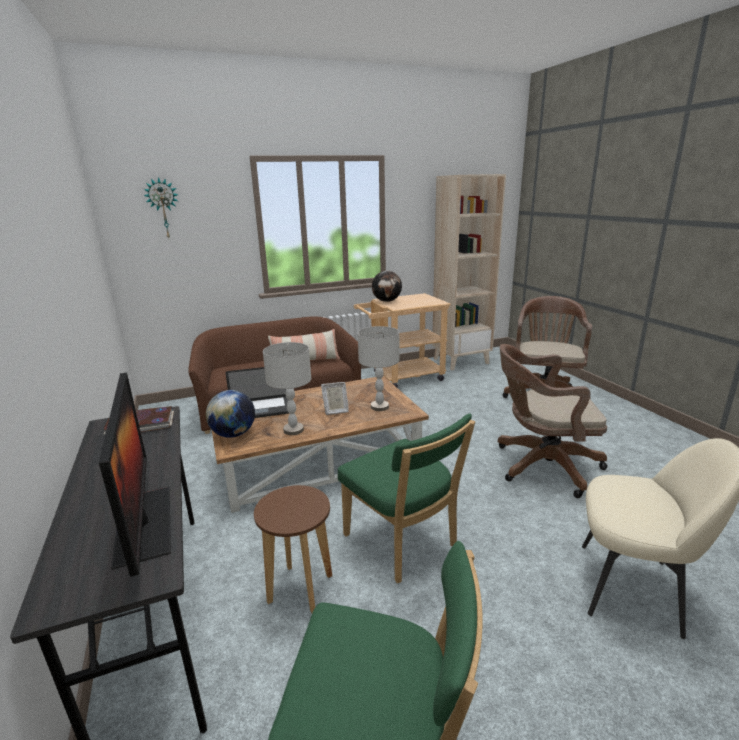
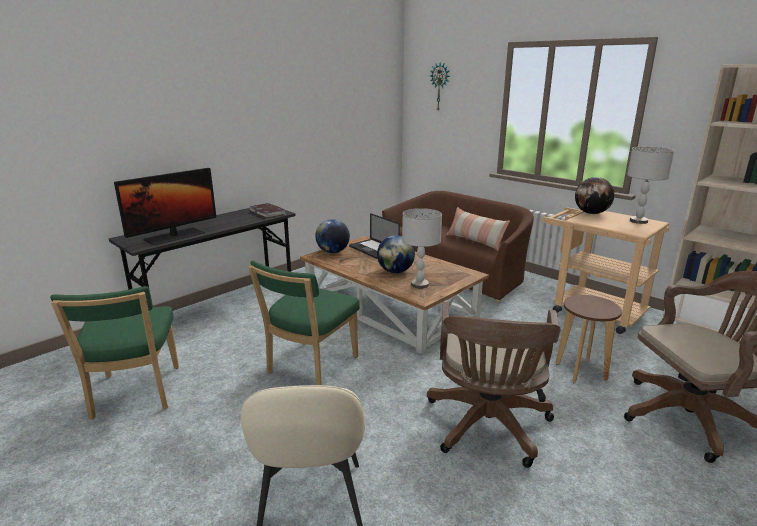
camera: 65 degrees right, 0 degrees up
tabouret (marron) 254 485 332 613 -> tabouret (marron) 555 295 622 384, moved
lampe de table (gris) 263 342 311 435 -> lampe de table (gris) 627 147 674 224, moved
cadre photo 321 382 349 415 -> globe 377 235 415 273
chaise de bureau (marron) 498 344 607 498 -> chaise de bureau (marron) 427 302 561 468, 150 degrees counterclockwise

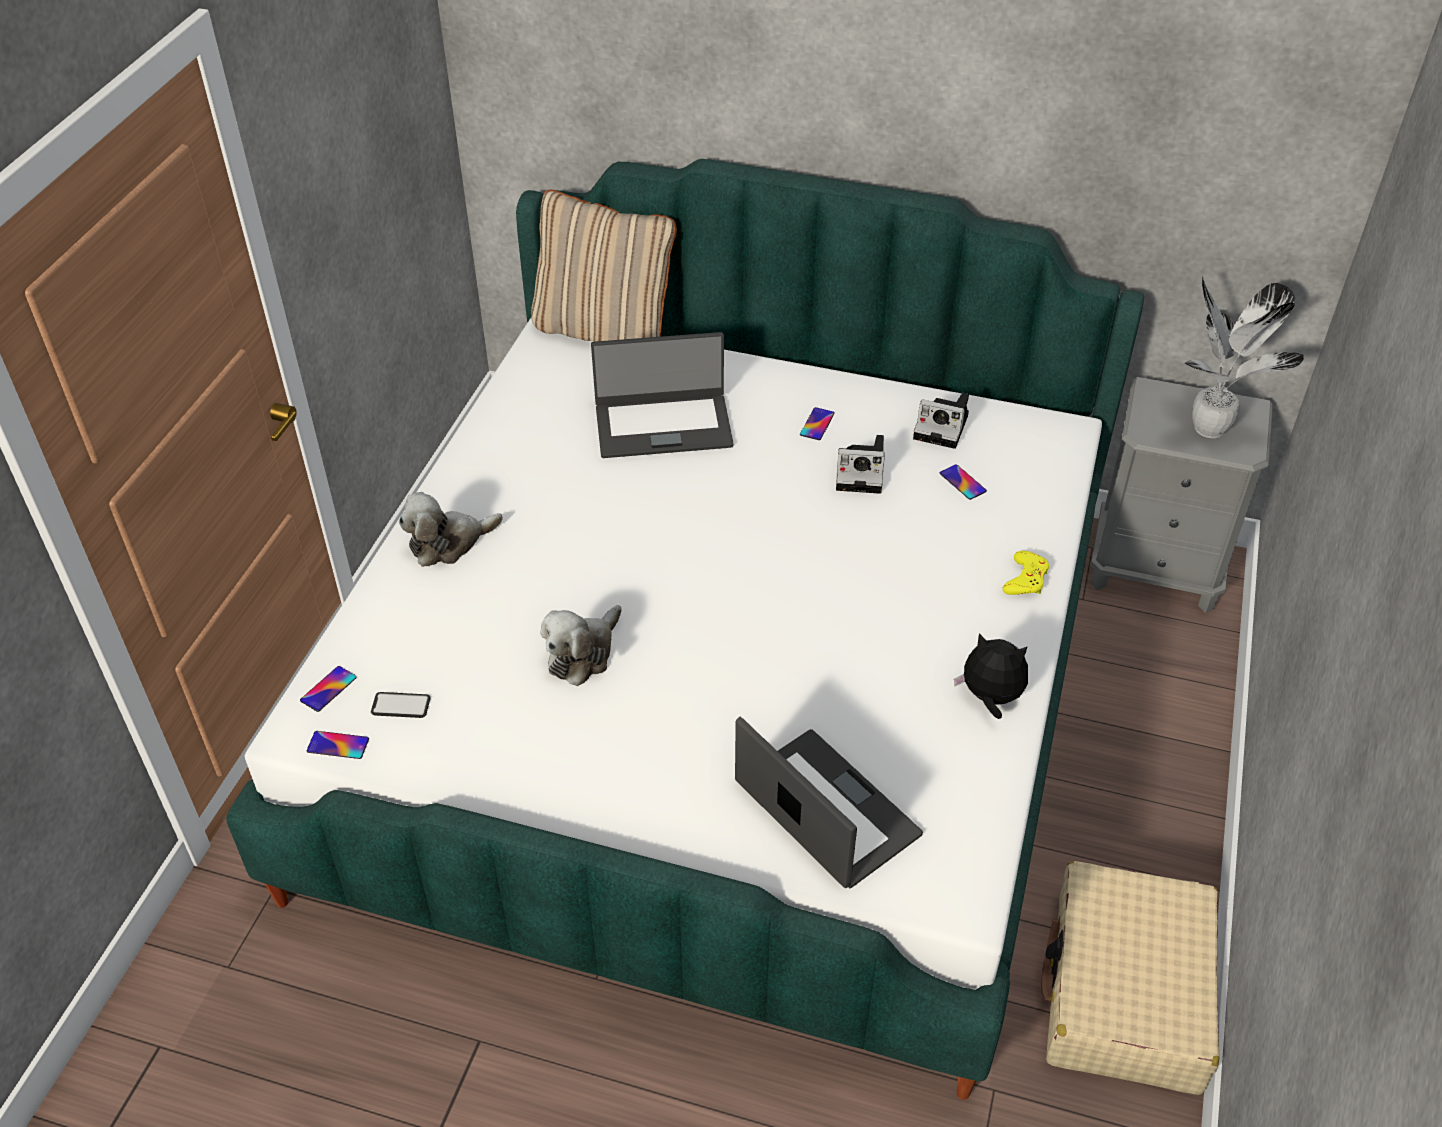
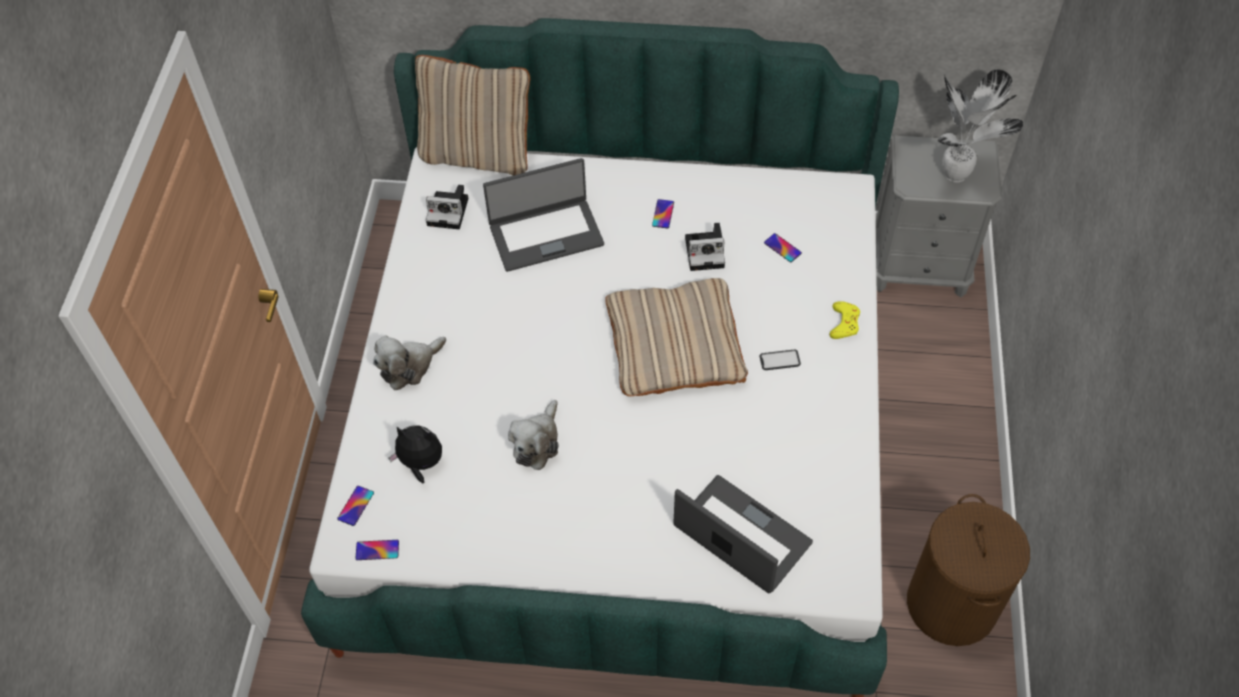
camera: 10 degrees left, 10 degrees up
téléphone 371 692 431 718 -> téléphone 759 350 801 370, moved
appareil photo 913 393 969 449 -> appareil photo 426 185 468 229, moved
peluche 954 633 1028 719 -> peluche 388 426 442 484, moved
valise (beige) 1041 861 1220 1095 -> panier à linge (marron) 907 494 1030 646
none -> coussin (beige) 605 278 748 396

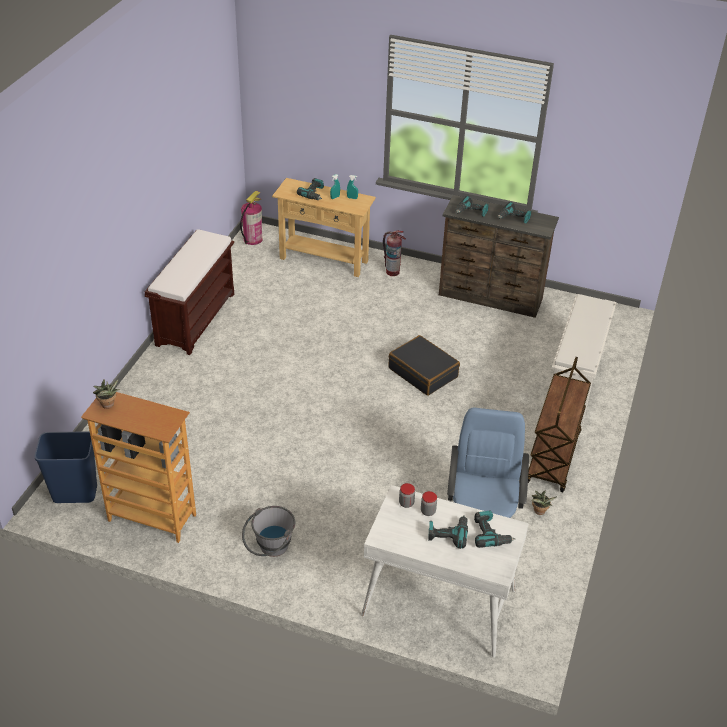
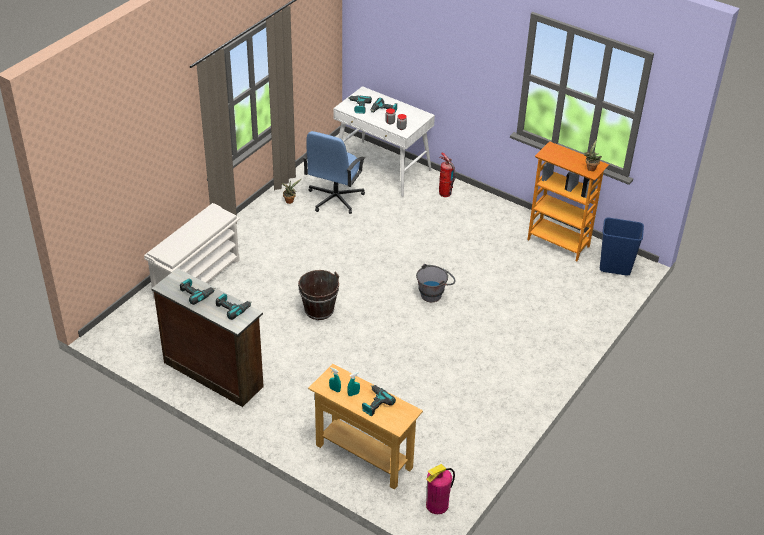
camera: 165 degrees left, 0 degrees up
banc (marron) 145 229 234 355 -> none
seau (gris) 242 506 295 557 -> seau (gris) 416 264 456 302, moved
extincteur 383 230 406 276 -> extincteur 439 153 455 197, moved
valise (noir) 388 335 460 396 -> seau (marron) 298 270 339 320
chariot (marron) 528 357 591 492 -> none

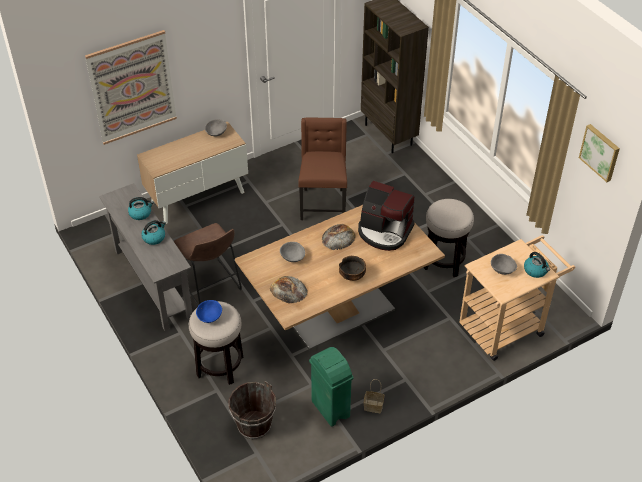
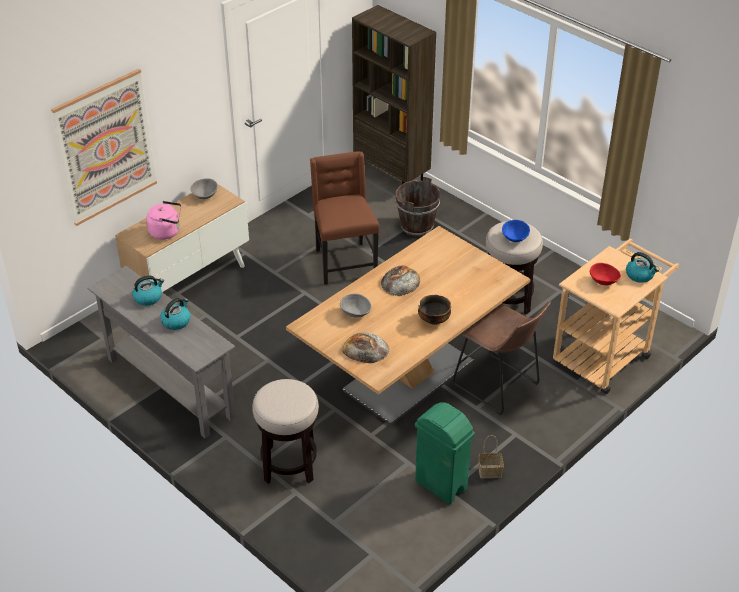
camera: 15 degrees left, 5 degrees down
tabouret (marron) 174 223 242 306 -> tabouret (marron) 453 301 551 415, moved
bol (bleu) 196 300 222 323 -> bol (bleu) 502 220 530 242, moved
seau (marron) 229 381 276 439 -> seau (marron) 395 176 441 237, moved
machine à café 358 181 415 251 -> none
bol (gris) 491 254 517 275 -> bol (rouge) 590 263 621 285
tableau 579 124 620 182 -> none
none -> bouilloire (rose) 146 201 181 240

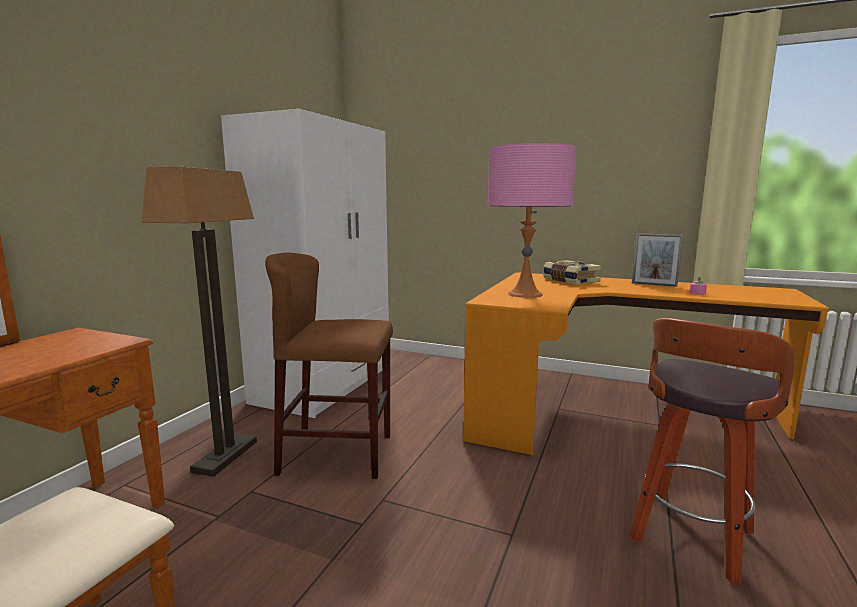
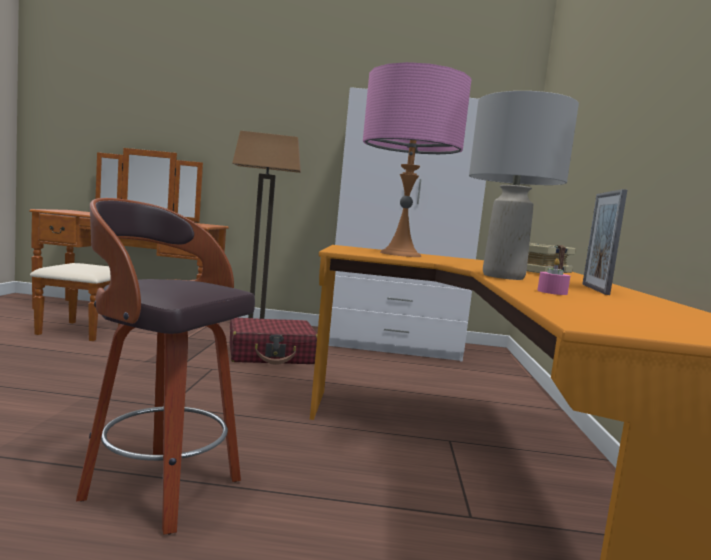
camera: 70 degrees right, 5 degrees down
tabouret (marron) 265 253 393 479 -> valise (rouge) 230 317 317 365
none -> lampe de table (gris) 469 91 579 280

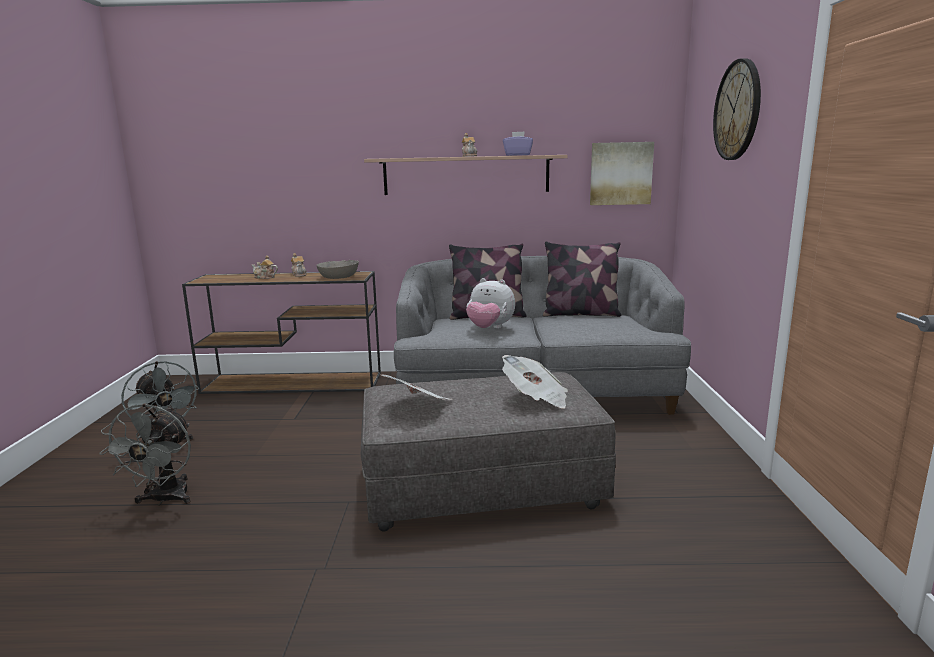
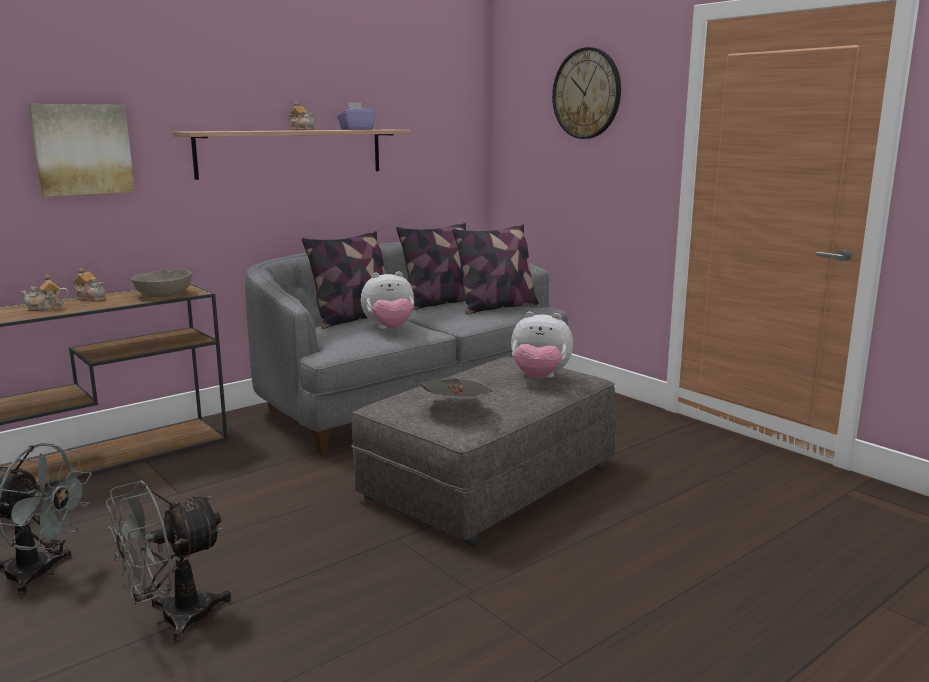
camera: 40 degrees left, 0 degrees up
ventilateur (gris) 99 404 191 506 -> ventilateur (gris) 106 480 231 642, 90 degrees clockwise
journal 502 355 568 408 -> peluche 511 312 573 379
tableau 590 142 654 205 -> tableau 29 104 135 197, moved
none -> coussin 452 224 539 314

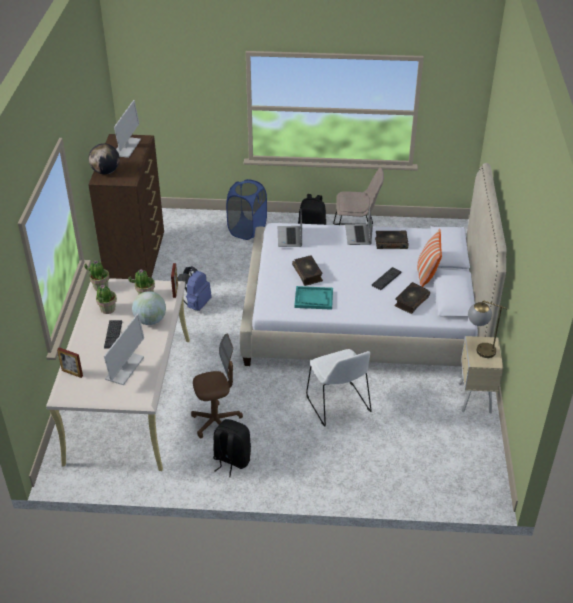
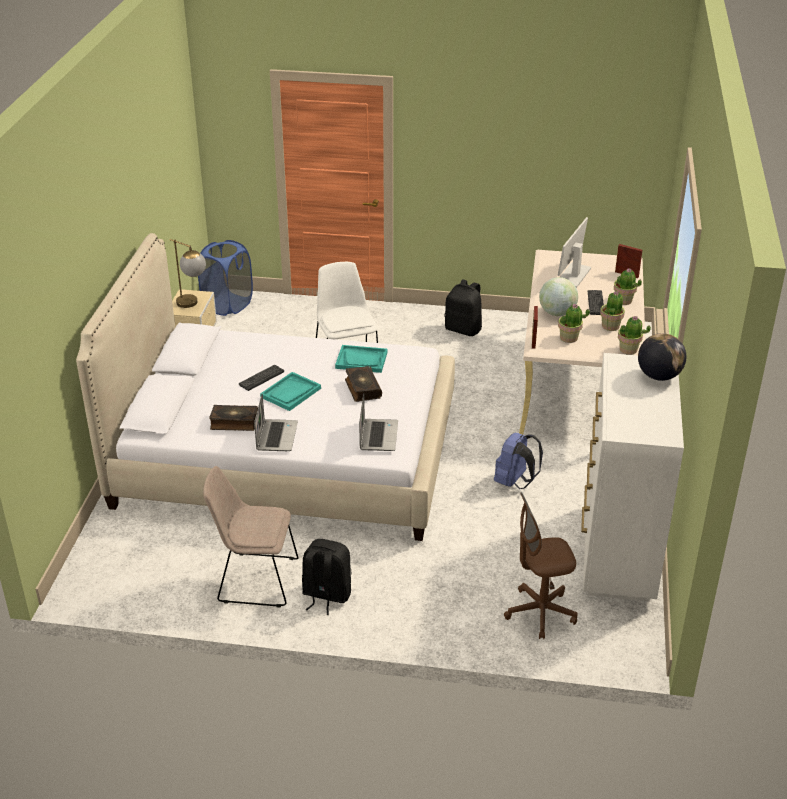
camera: 175 degrees left, 5 degrees down
commode (marron) 88 134 164 279 -> commode (blanc) 581 353 684 602
écran d'ordinateur 114 100 141 158 -> none
chaise de bureau (marron) 191 334 243 439 -> chaise de bureau (marron) 504 493 578 639, moved
panier à linge (bleu) 226 179 267 240 -> panier à linge (bleu) 198 240 253 316, moved
livre 394 282 430 314 -> none
coussin 417 229 442 287 -> none
none -> plateau (turquoise) 260 372 321 411
none -> plante en pot 614 268 642 305

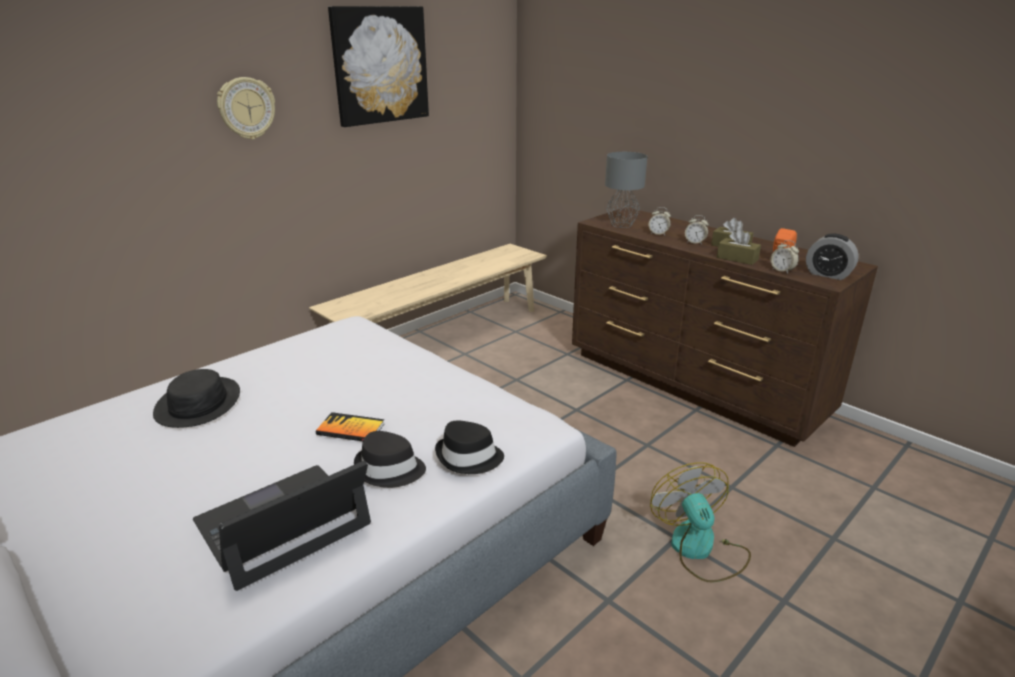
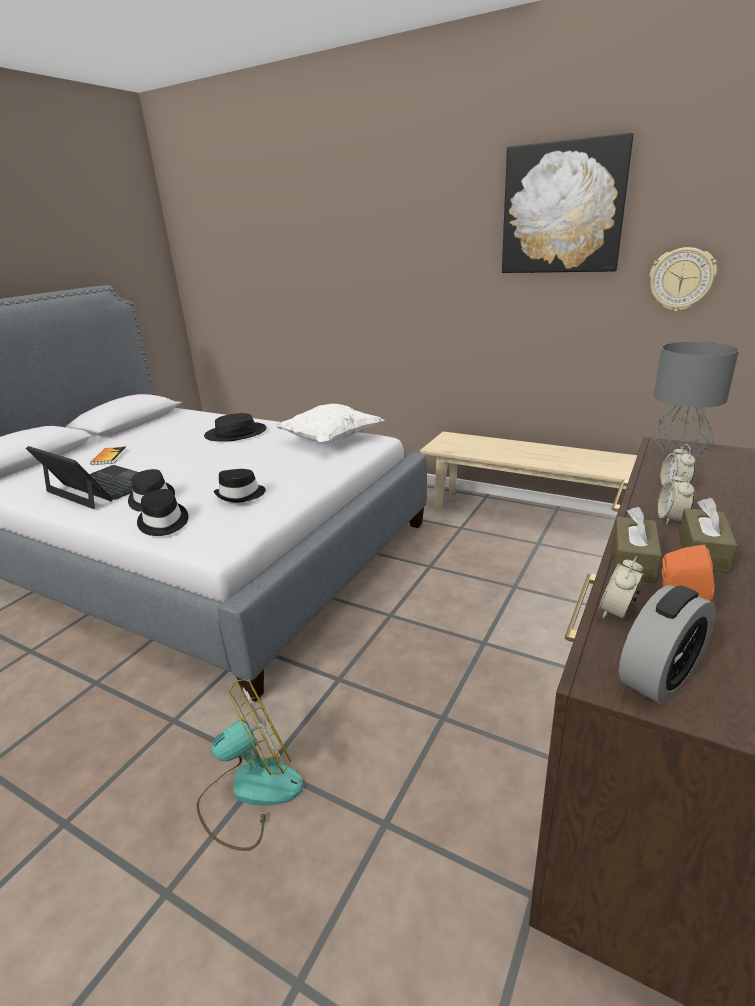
camera: 75 degrees right, 0 degrees up
horloge murale 217 77 275 140 -> horloge murale 649 247 717 311, moved
livre 316 412 384 441 -> livre 90 446 127 465, moved
réveil 806 234 859 280 -> réveil 619 585 715 705, 150 degrees counterclockwise
none -> chapeau (noir) 214 469 266 503
none -> coussin (blanc) 275 404 384 444

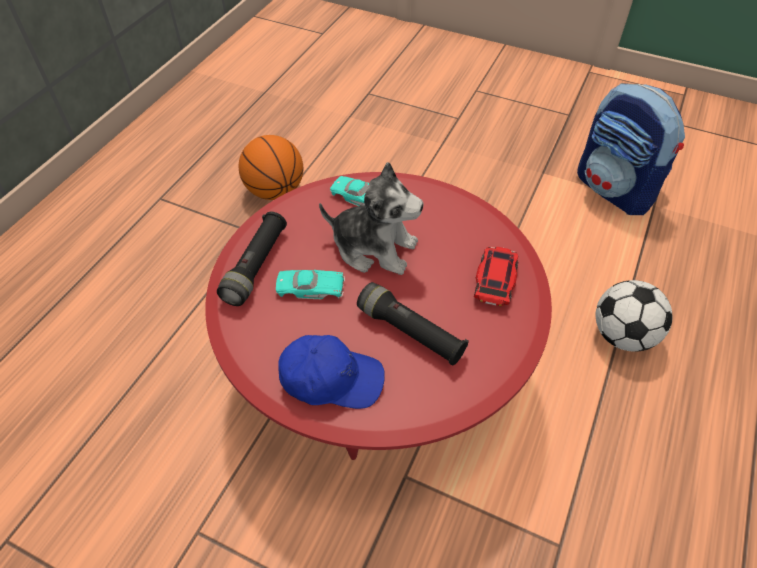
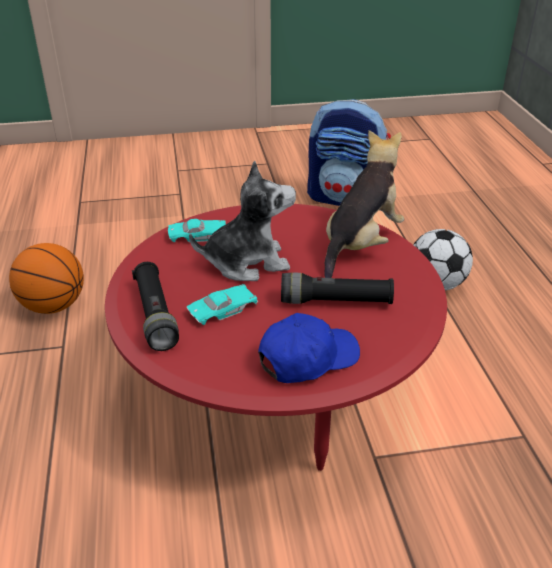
camera: 35 degrees left, 15 degrees down
petite voiture 474 247 518 306 -> peluche 324 130 404 278

